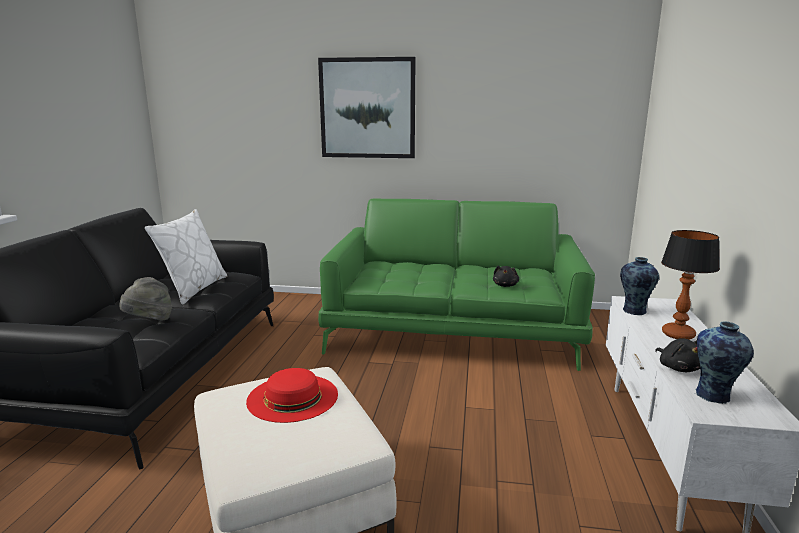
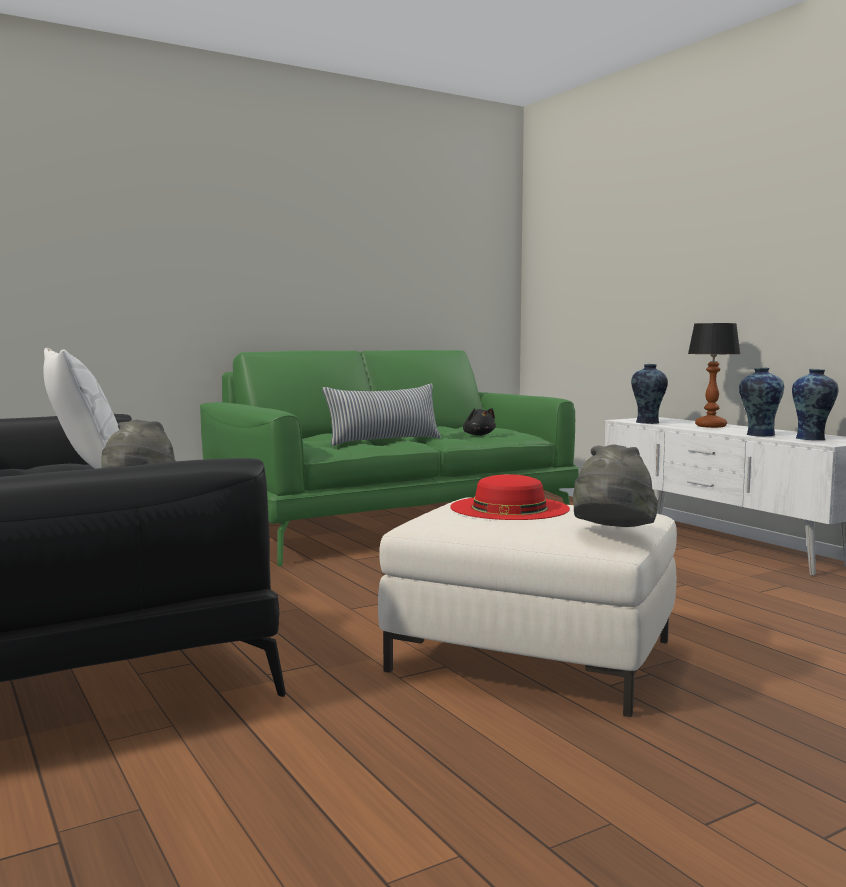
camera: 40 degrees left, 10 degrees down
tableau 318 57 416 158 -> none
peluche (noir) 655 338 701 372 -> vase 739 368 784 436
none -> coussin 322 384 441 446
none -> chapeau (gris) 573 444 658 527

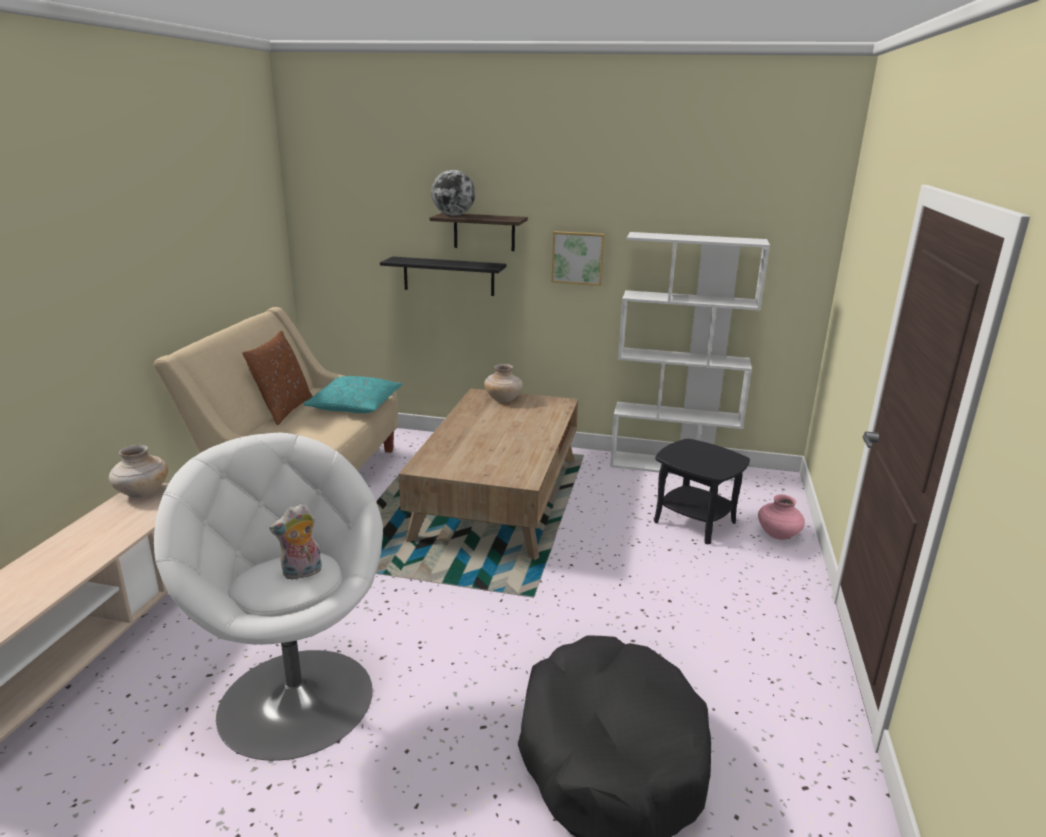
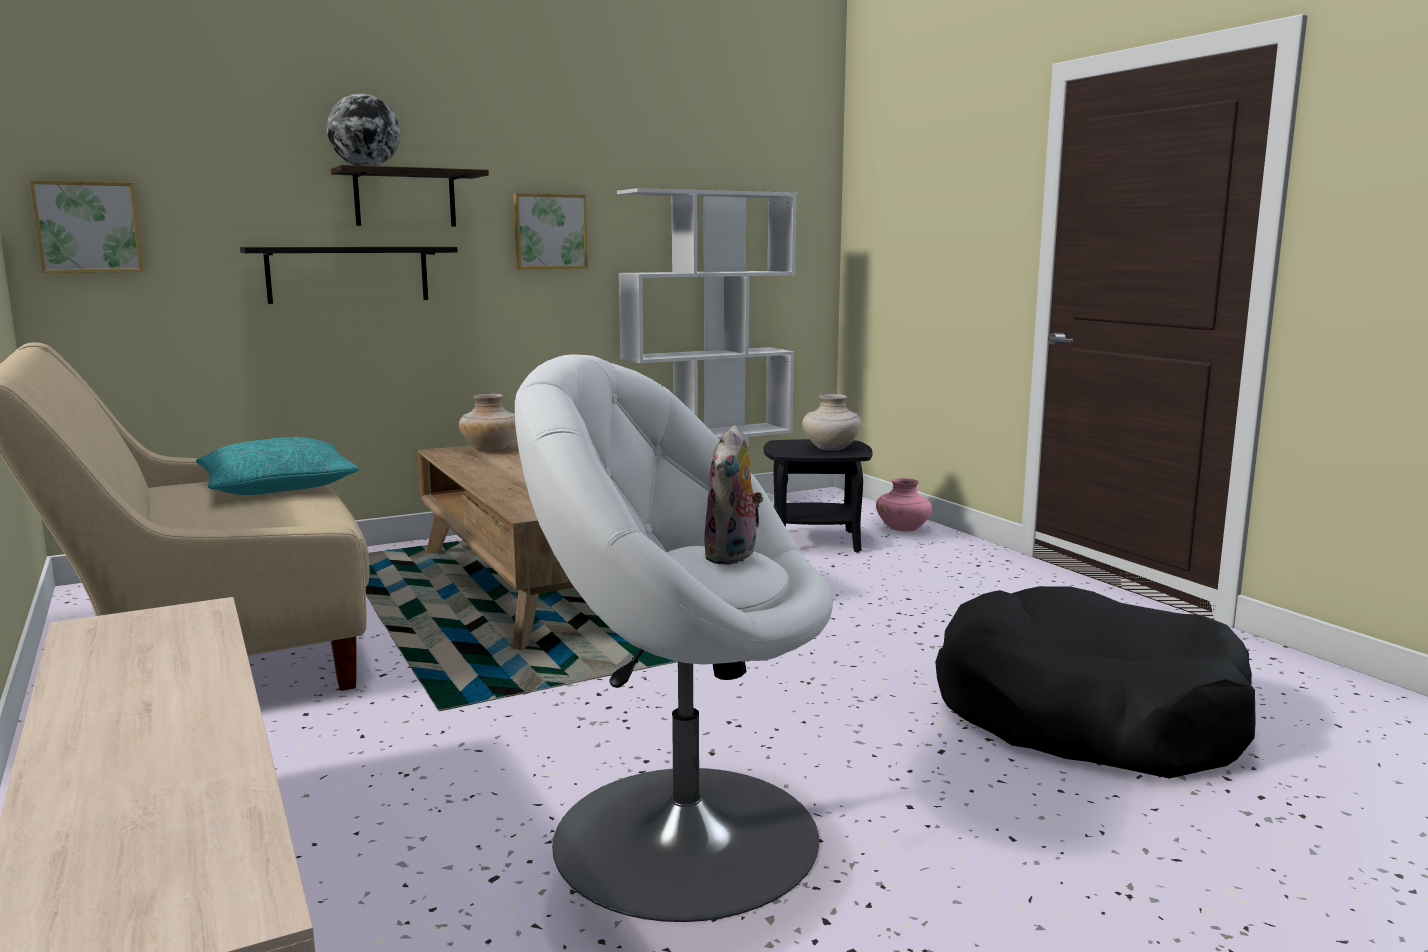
camera: 40 degrees left, 10 degrees down
vase (beige) 109 445 168 498 -> vase (beige) 802 394 862 451, moved
coussin (marron) 242 330 313 425 -> none
none -> tableau 29 180 144 273

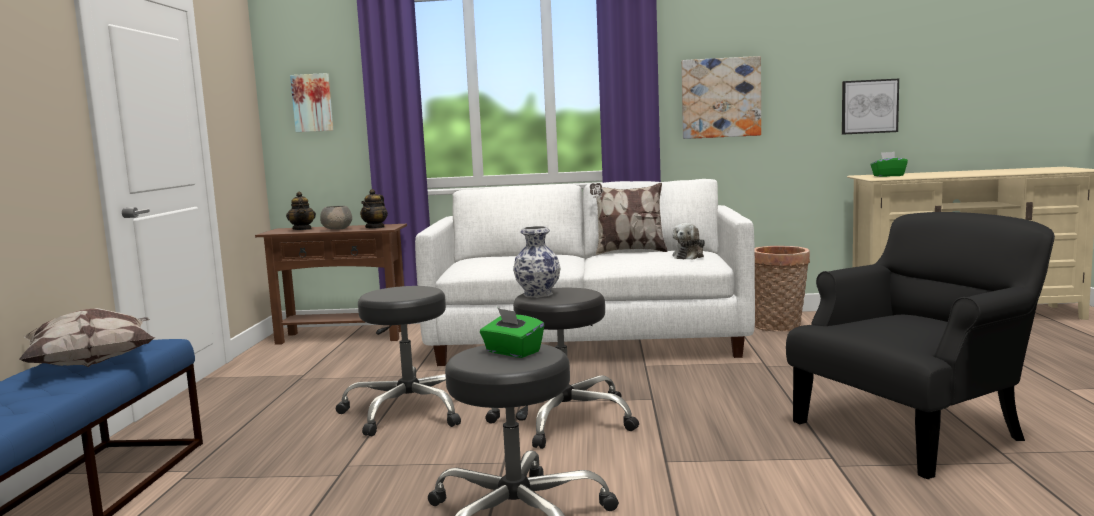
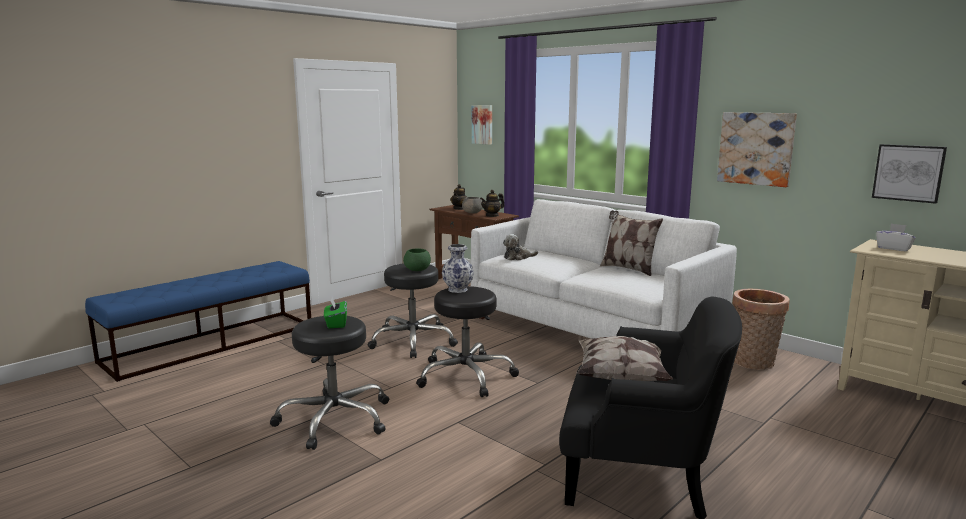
camera: 40 degrees right, 5 degrees up
coussin 19 308 155 367 -> coussin 577 336 673 381, moved
peluche 673 223 705 260 -> peluche 503 234 538 260, moved
boîte à mouchoirs (vert) 870 152 908 177 -> boîte à mouchoirs (blanc) 876 223 916 252
none -> bol (vert) 403 248 431 271

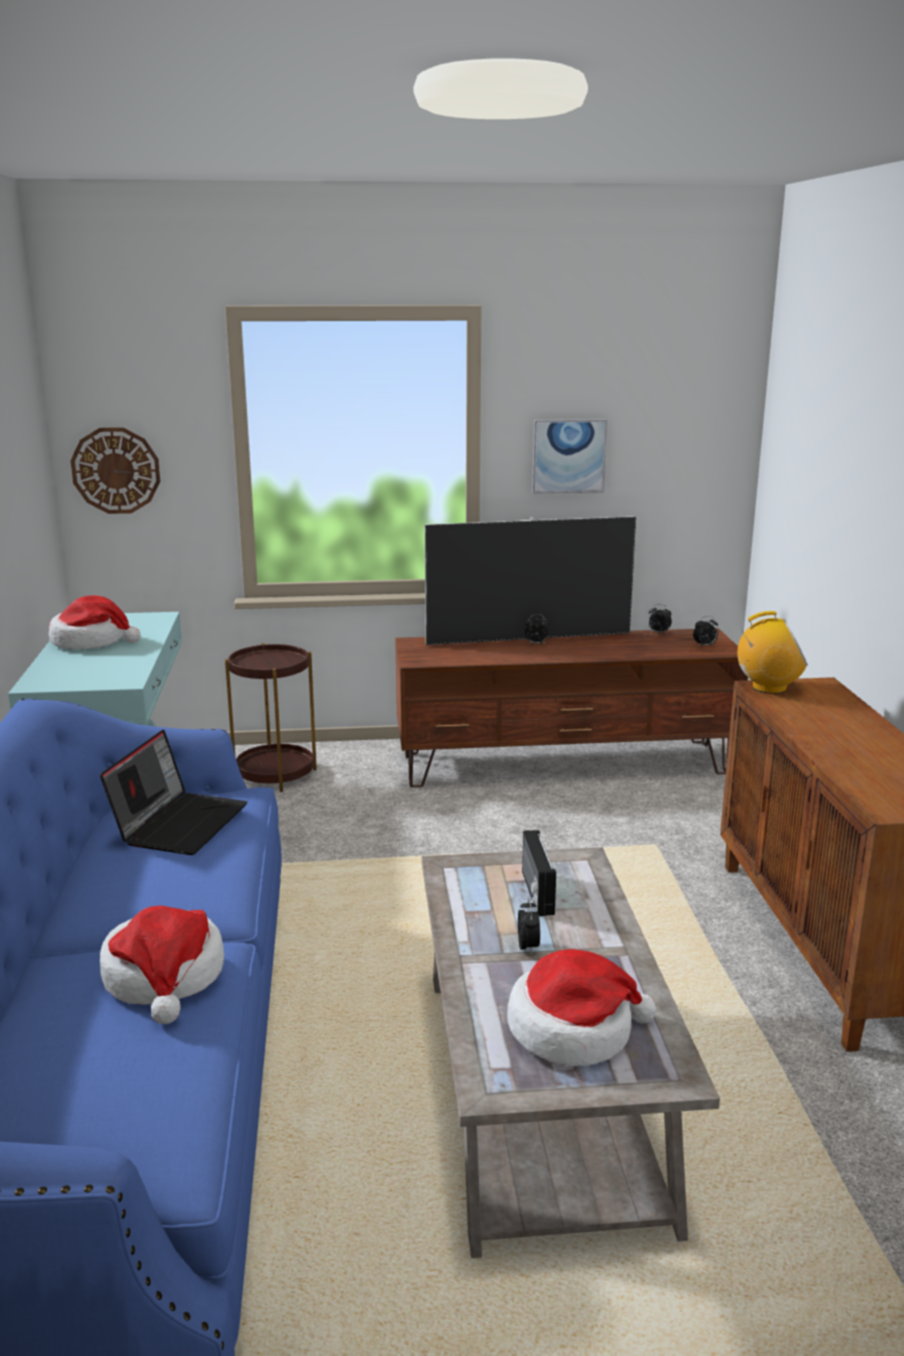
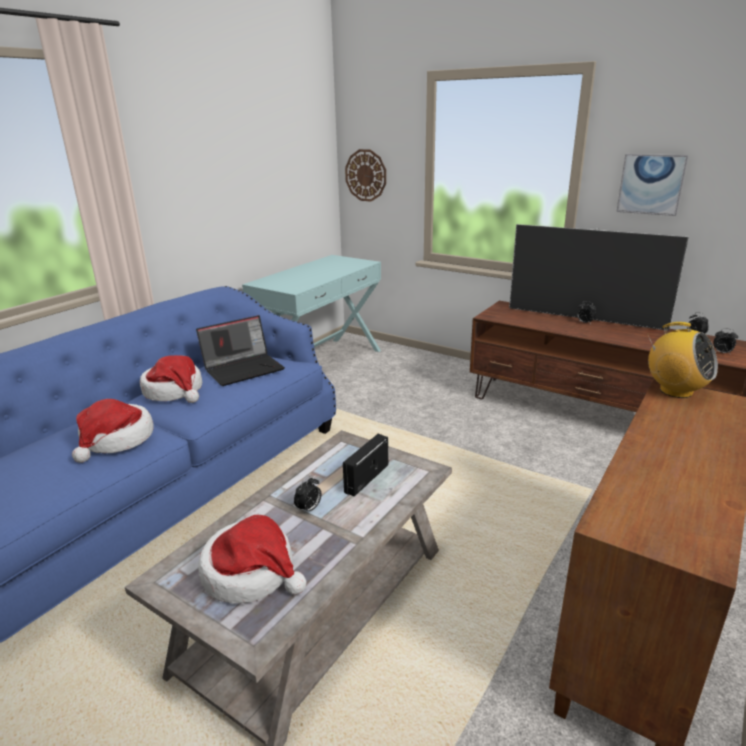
camera: 40 degrees right, 5 degrees up
chapeau 49 595 140 649 -> chapeau 140 355 202 403, moved
table d'appoint (marron) 225 643 317 792 -> none

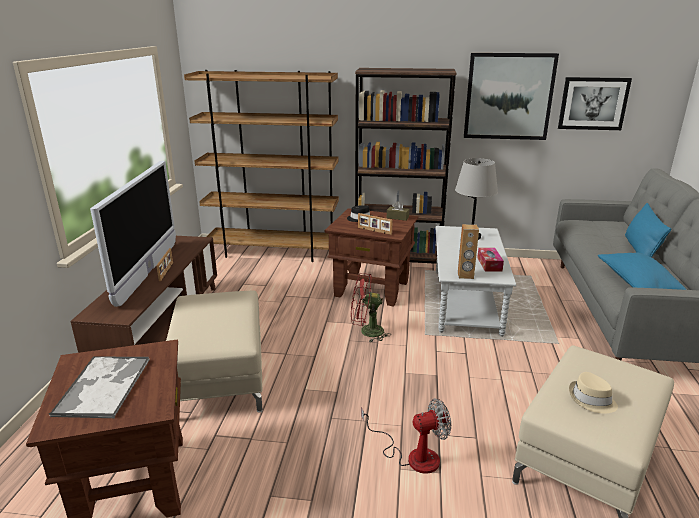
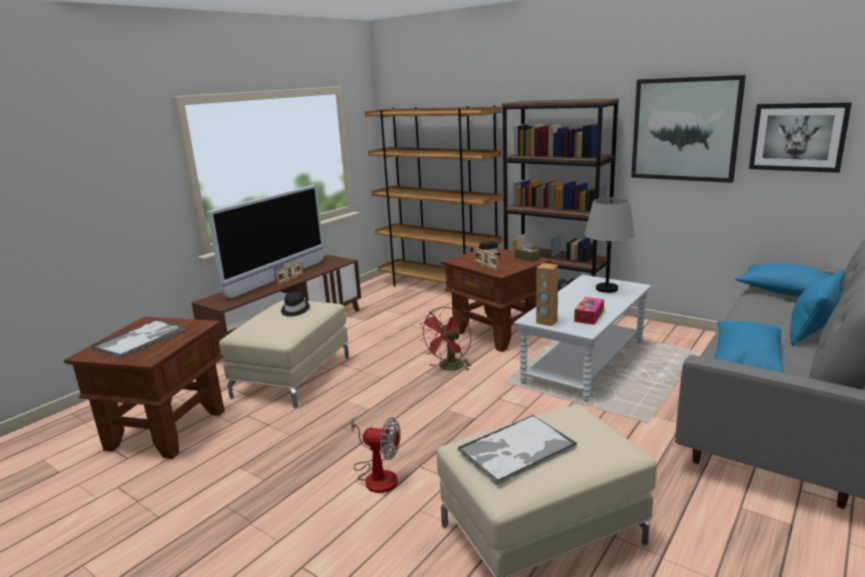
camera: 30 degrees right, 5 degrees down
ventilateur (rouge) 351 273 391 342 -> ventilateur (rouge) 419 307 472 371, 90 degrees counterclockwise
chapeau (beige) 569 372 618 413 -> plateau 458 415 577 485
none -> chapeau (noir) 281 291 310 317
none -> coussin (bleu) 735 263 831 296

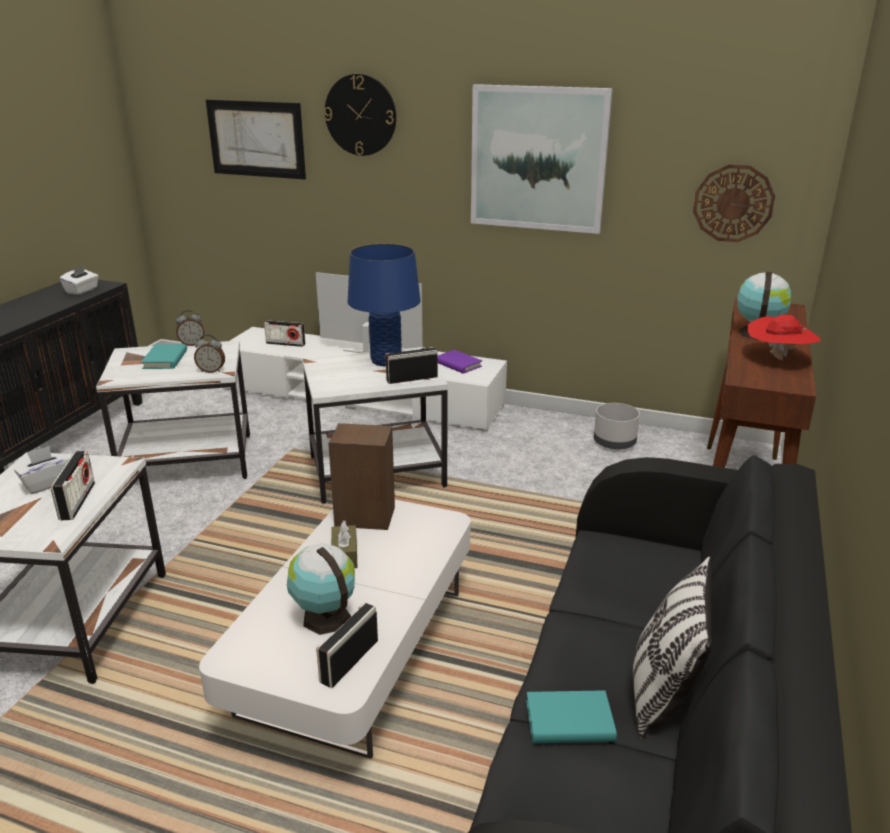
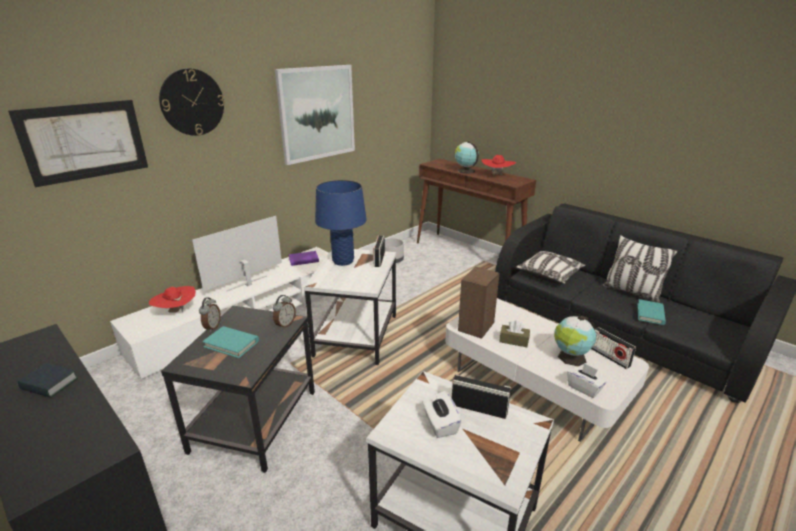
camera: 65 degrees left, 0 degrees up
boîte à mouchoirs (blanc) 60 265 99 295 -> boîte à mouchoirs (blanc) 567 363 607 398, moved
table d'appoint (blanc) 96 341 250 479 -> table d'appoint (noir) 161 306 315 473
radio 264 320 305 347 -> chapeau (rouge) 149 286 196 313
horloge murale 693 164 775 242 -> none
none -> livre 17 363 78 398
none -> coussin 515 251 586 284

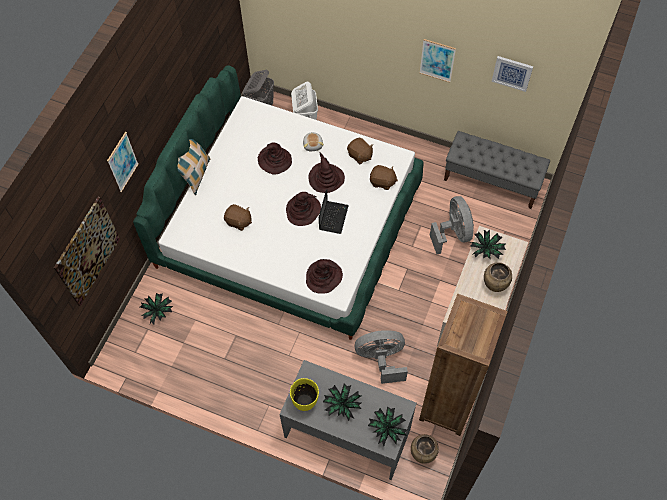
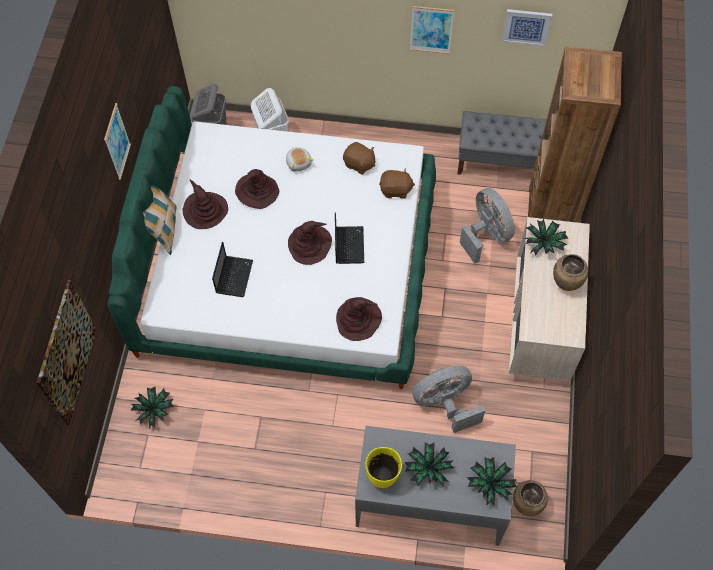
camera: 15 degrees left, 0 degrees up
tableau 107 132 139 192 -> tableau 104 103 131 180, moved
peluche (marron) 224 204 252 231 -> ordinateur portable 212 242 253 297
chapeau (marron) 308 152 345 193 -> chapeau (marron) 183 180 228 229, moved
bibliothèque (marron) 419 294 508 436 -> bibliothèque (marron) 528 46 622 223, moved

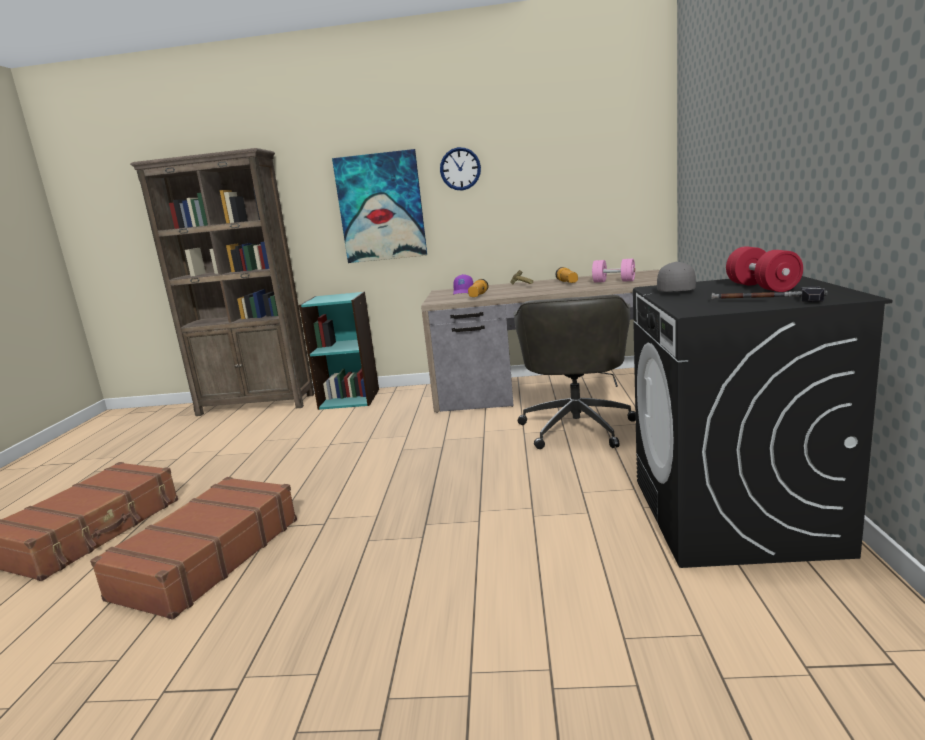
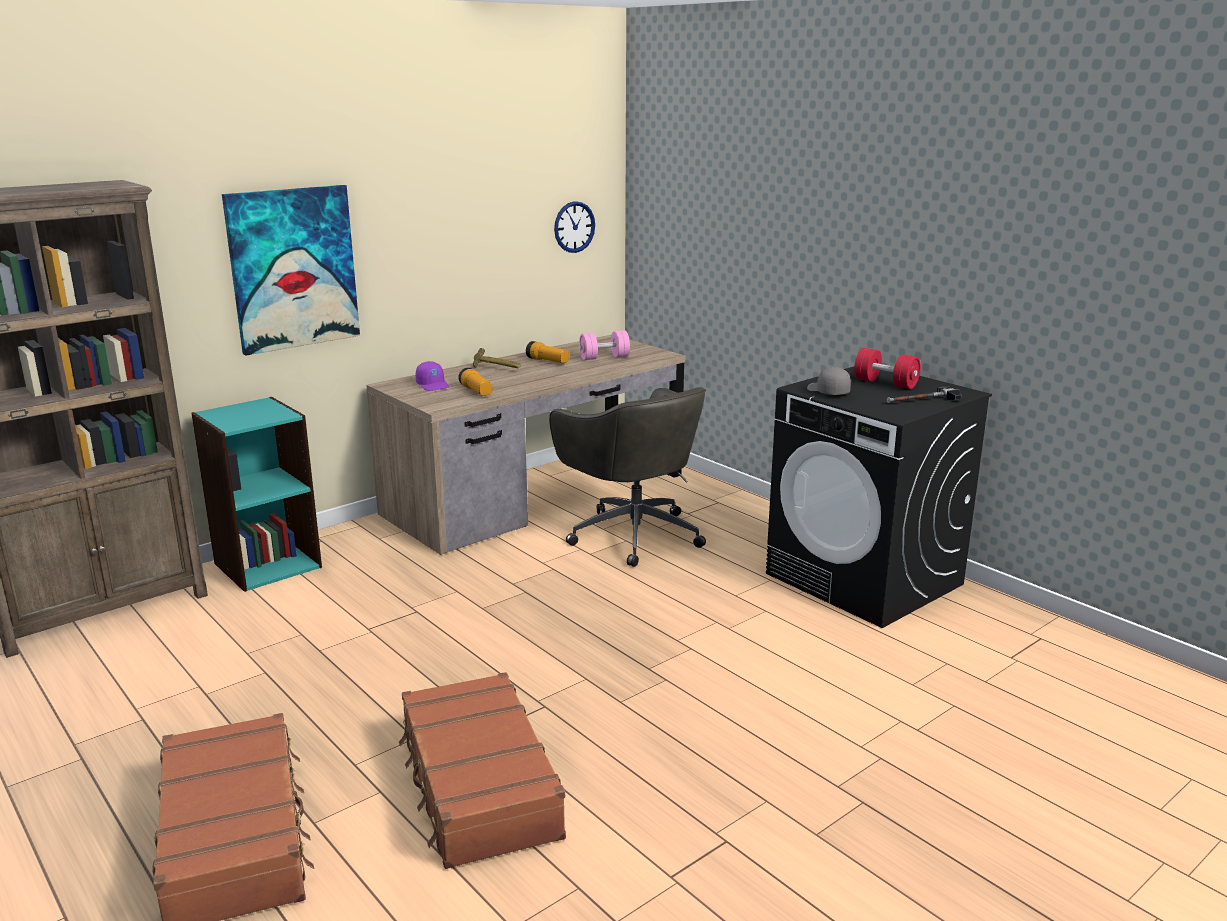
camera: 45 degrees left, 5 degrees up
horloge murale 440 147 481 190 -> horloge murale 554 201 595 253, moved

